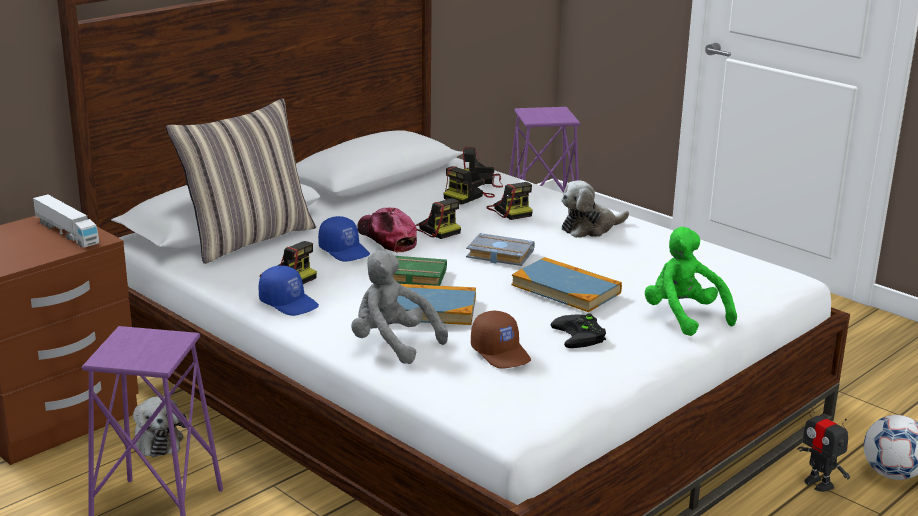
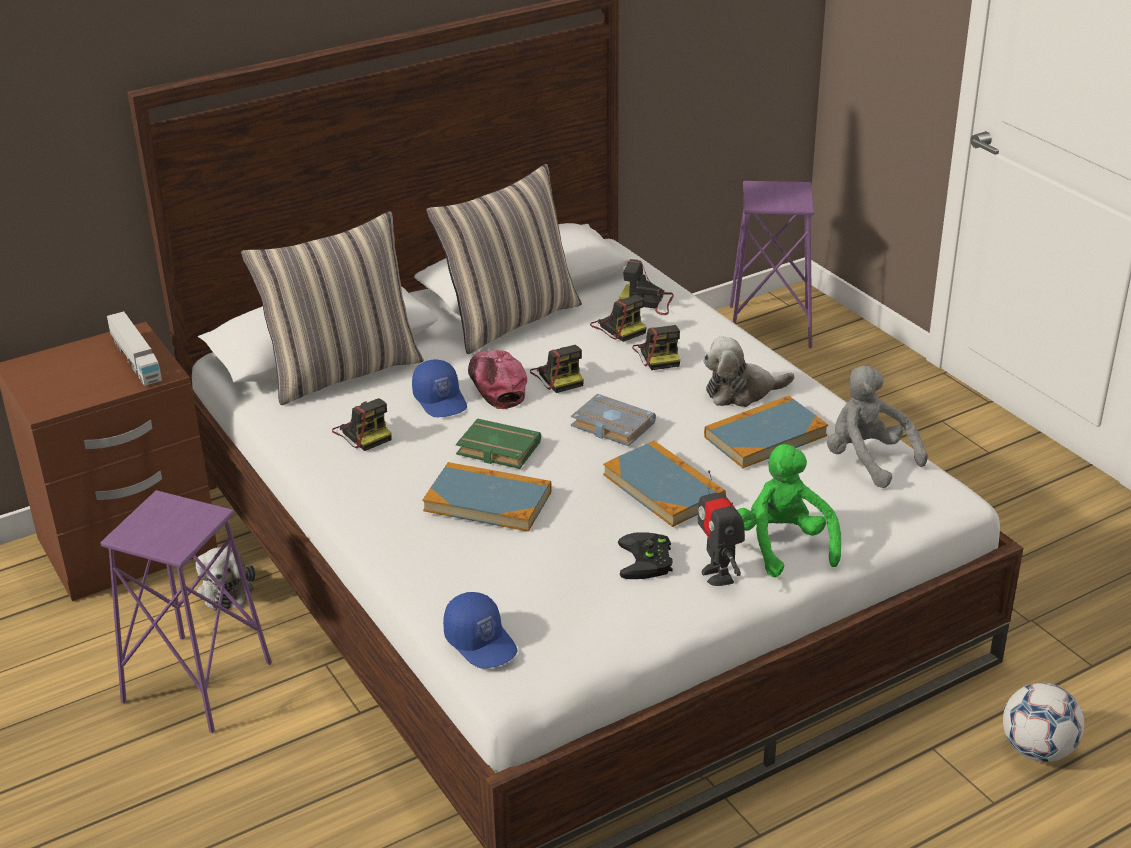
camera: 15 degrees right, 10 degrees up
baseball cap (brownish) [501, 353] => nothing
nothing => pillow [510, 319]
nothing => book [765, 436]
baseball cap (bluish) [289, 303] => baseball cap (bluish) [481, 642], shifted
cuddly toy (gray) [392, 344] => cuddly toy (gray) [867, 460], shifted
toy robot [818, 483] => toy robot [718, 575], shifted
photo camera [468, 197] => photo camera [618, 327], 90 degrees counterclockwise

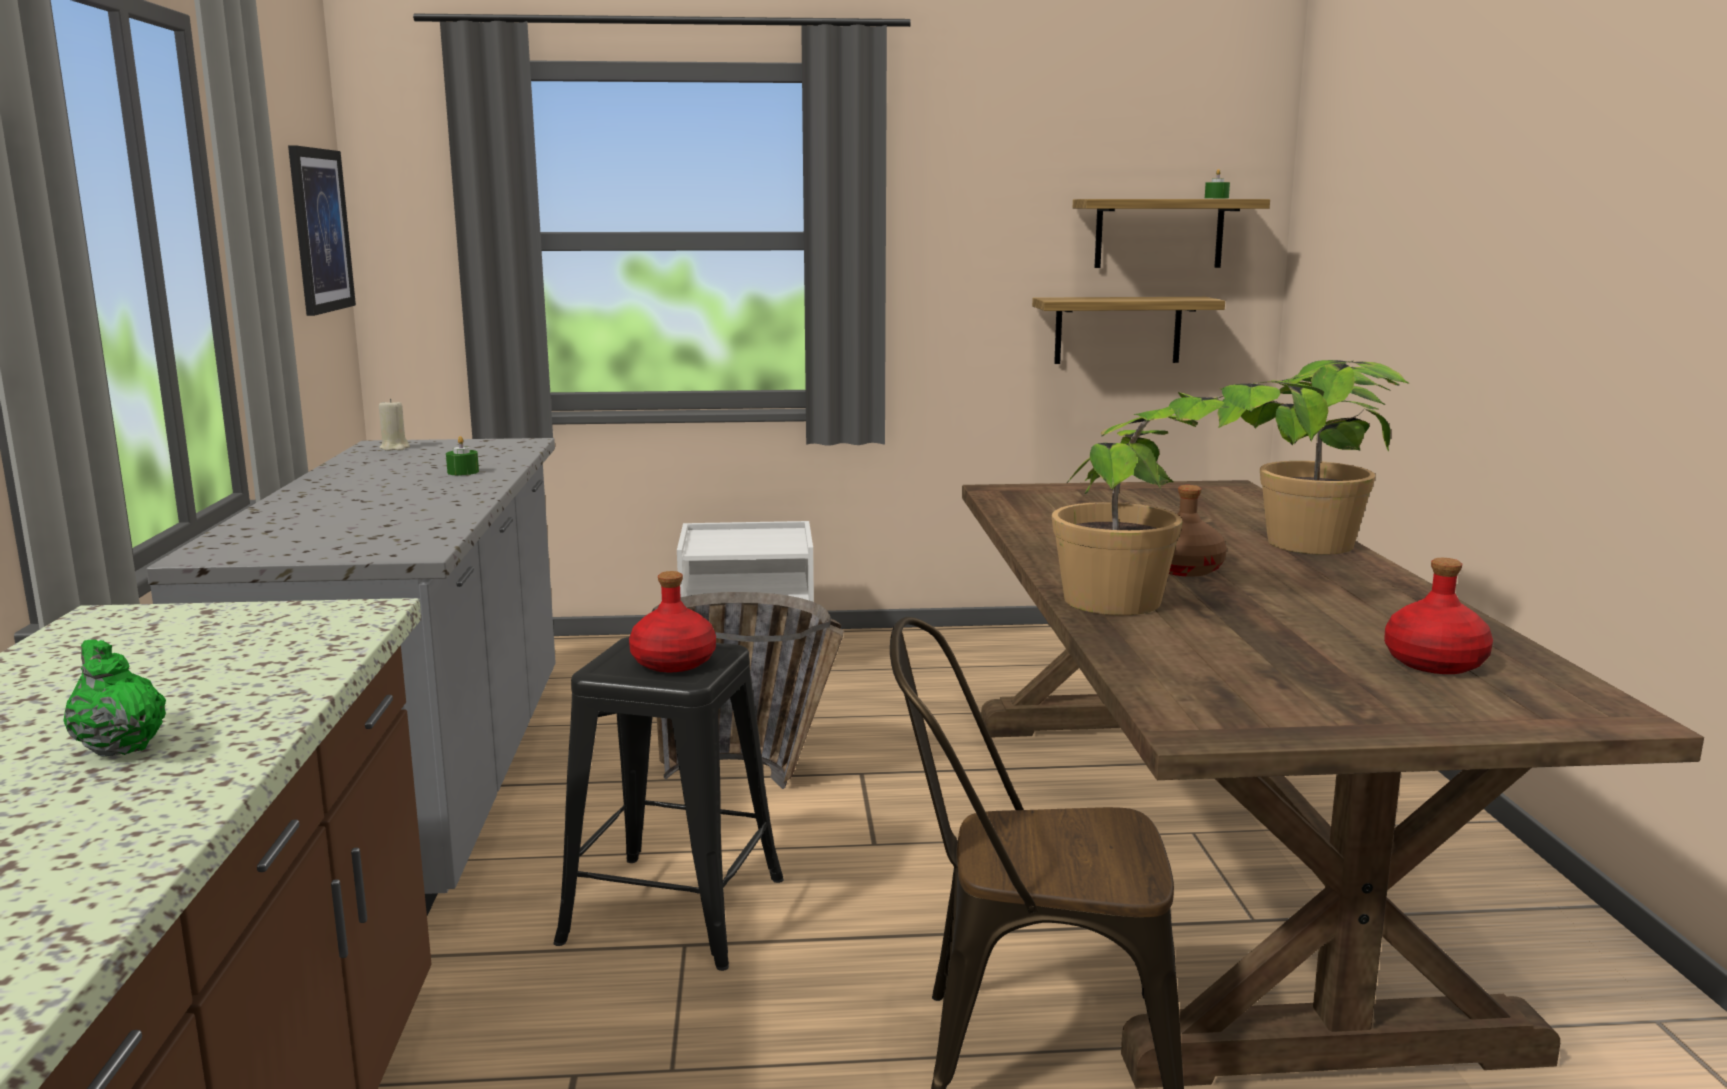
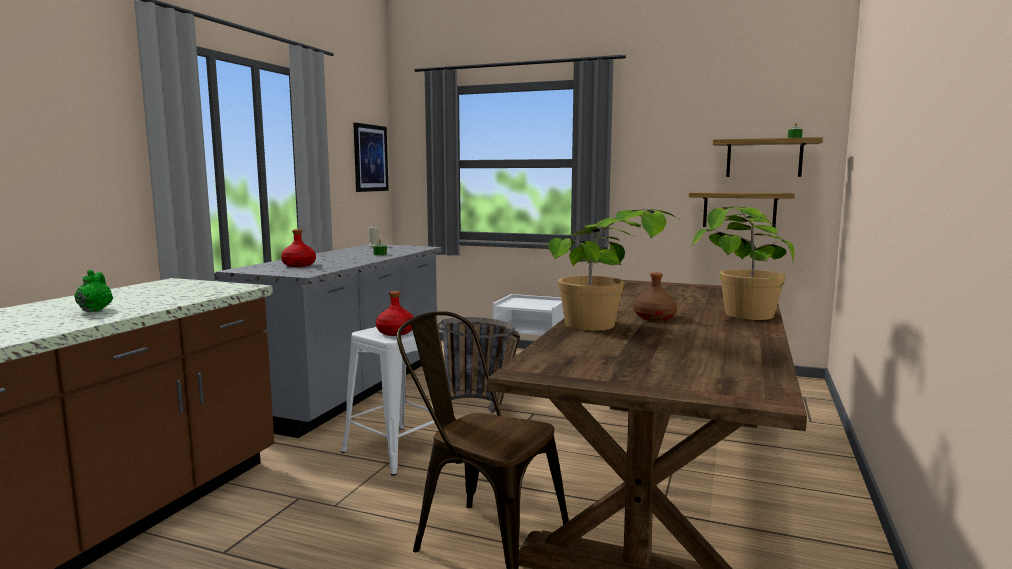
camera: 25 degrees right, 5 degrees down
drink bottle (red) [1433, 662] => drink bottle (red) [299, 265], shifted
stool (black-coloured) [673, 910] => stool (whitish) [397, 449]

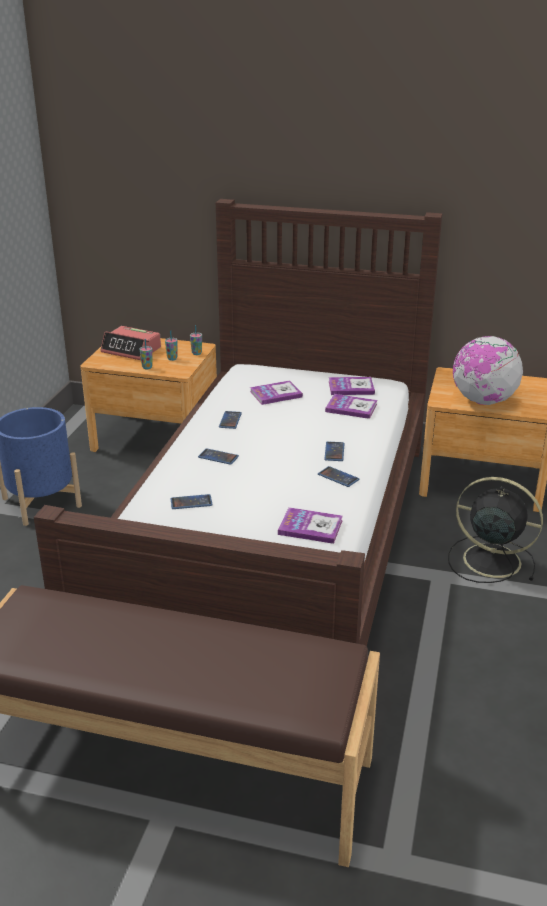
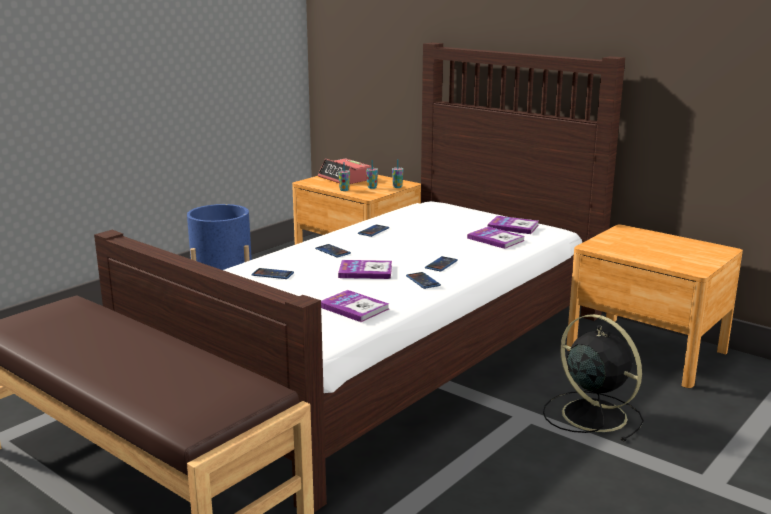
camera: 25 degrees right, 10 degrees down
globe [483, 401] => nothing
book [276, 394] => book [365, 271], shifted

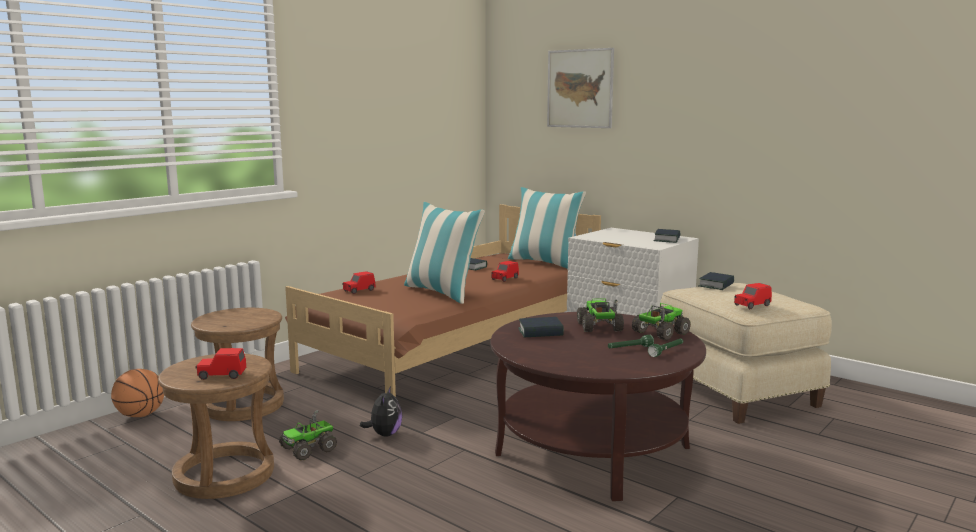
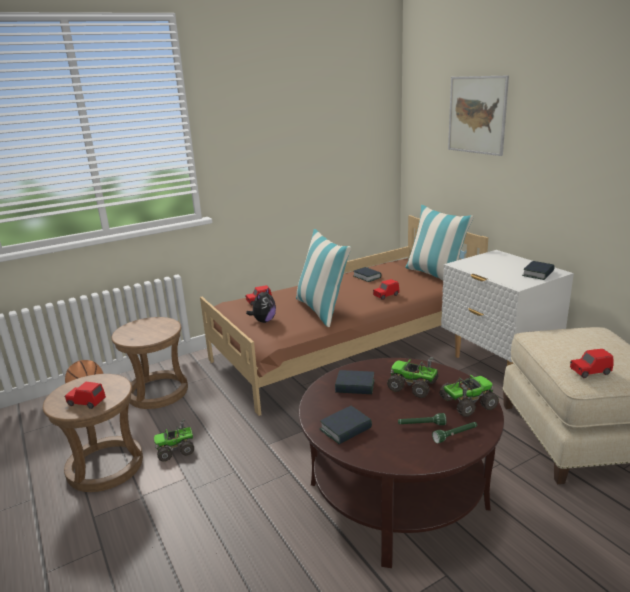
camera: 20 degrees right, 10 degrees up
cuddly toy [384, 434] => cuddly toy [264, 321], shifted
book [716, 285] => book [346, 429], shifted
model truck [599, 327] => model truck [413, 386], 75 degrees counterclockwise

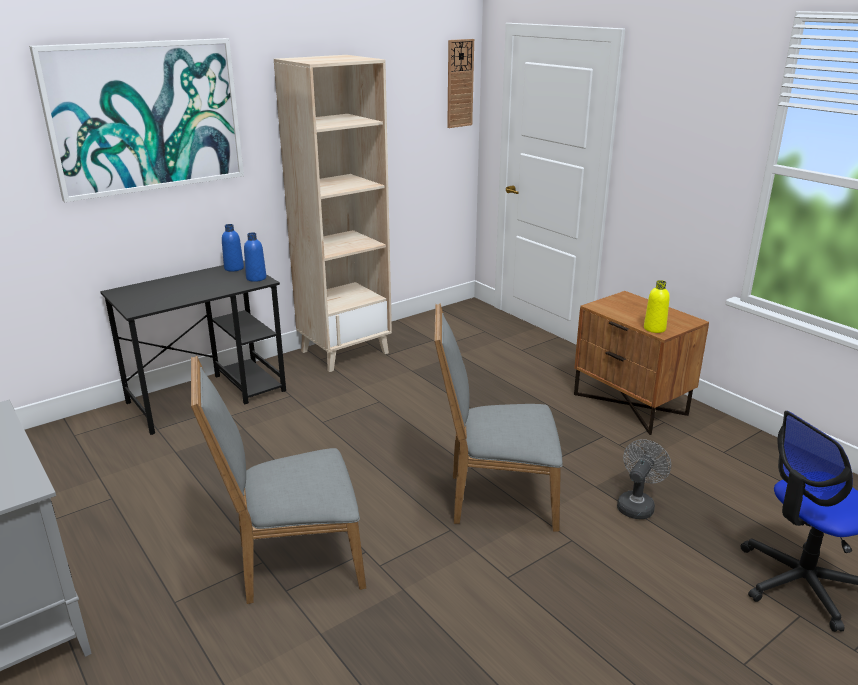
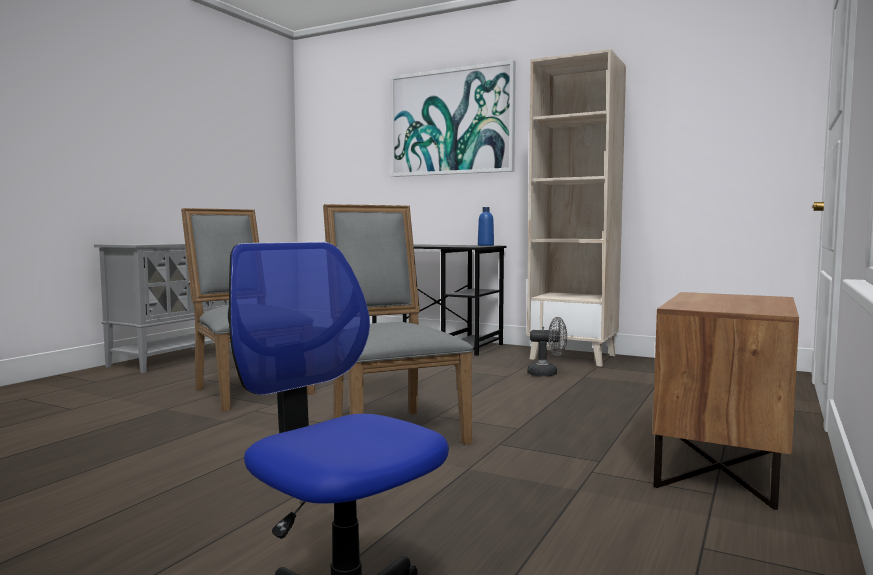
camera: 65 degrees right, 20 degrees down
drink bottle (bluish) [256, 278] => nothing
clock on the wall [459, 83] => nothing
drink bottle (yellow) [654, 329] => nothing
fan (gray) [637, 505] => fan (gray) [547, 373], shifted

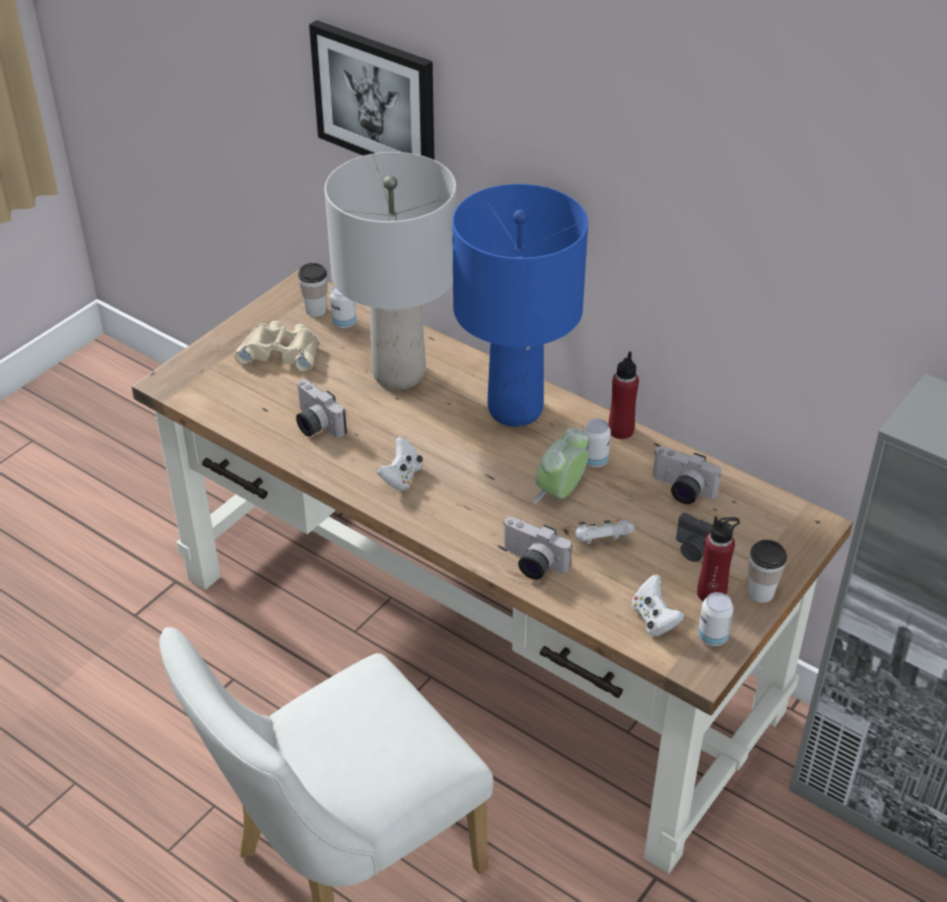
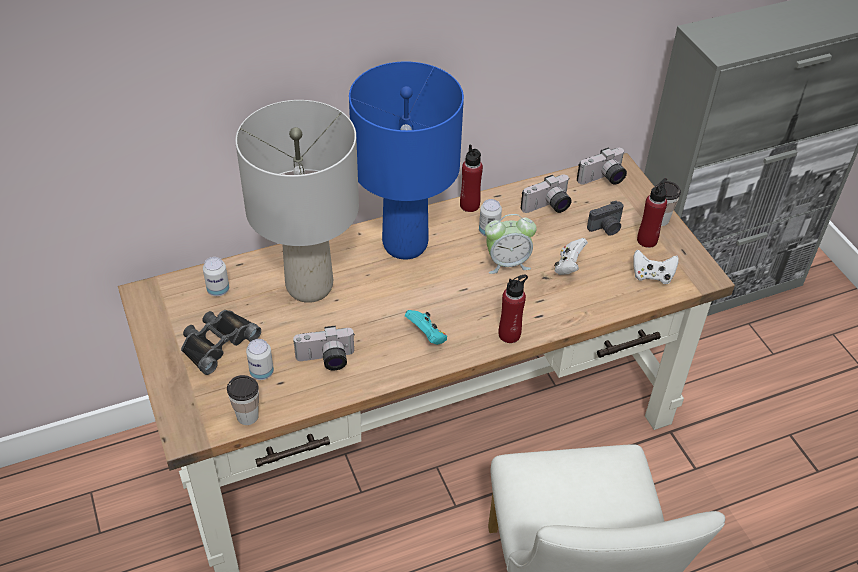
camera: 60 degrees left, 5 degrees up
picture [376, 98] => nothing
nothing => drink bottle (red) [509, 334]
small cup [315, 310] => small cup [247, 416], shifted
photo camera [531, 564] => photo camera [603, 179], shifted
can [712, 637] => can [262, 372], shifted
field glasses (beige-coloured) [281, 351] => field glasses (black-coloured) [217, 343]
game controller (whitish) [401, 477] => game controller (turquoise) [427, 336]
table clock [560, 493] => table clock [507, 262], 75 degrees counterclockwise

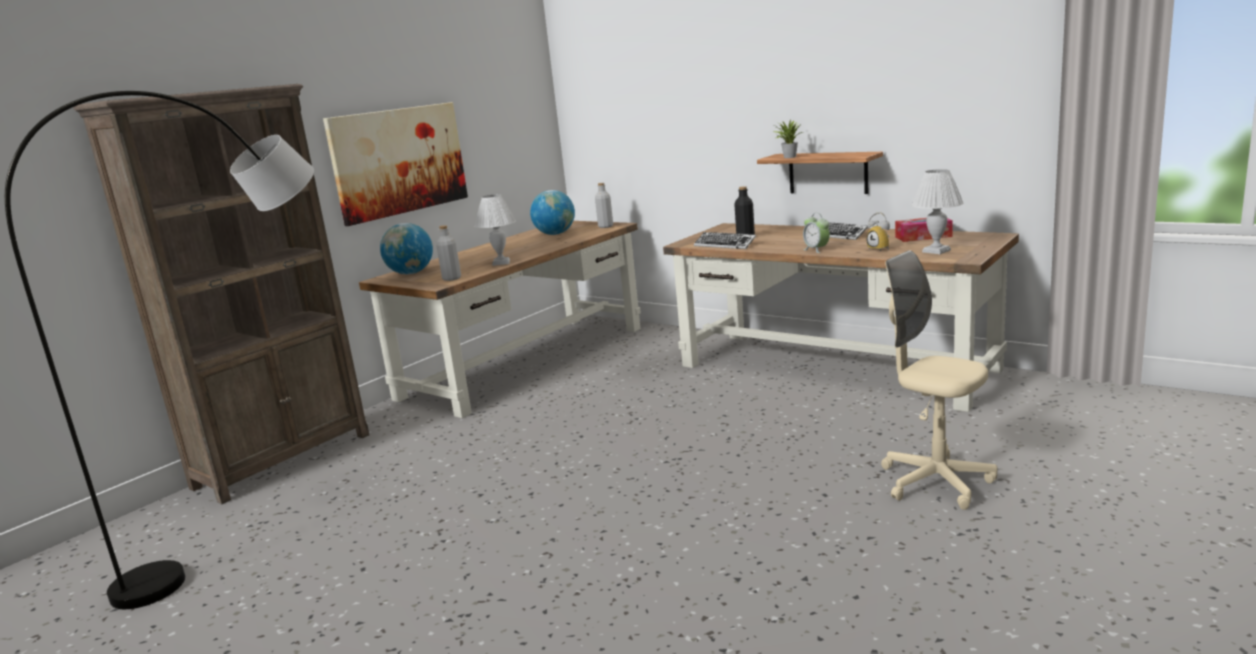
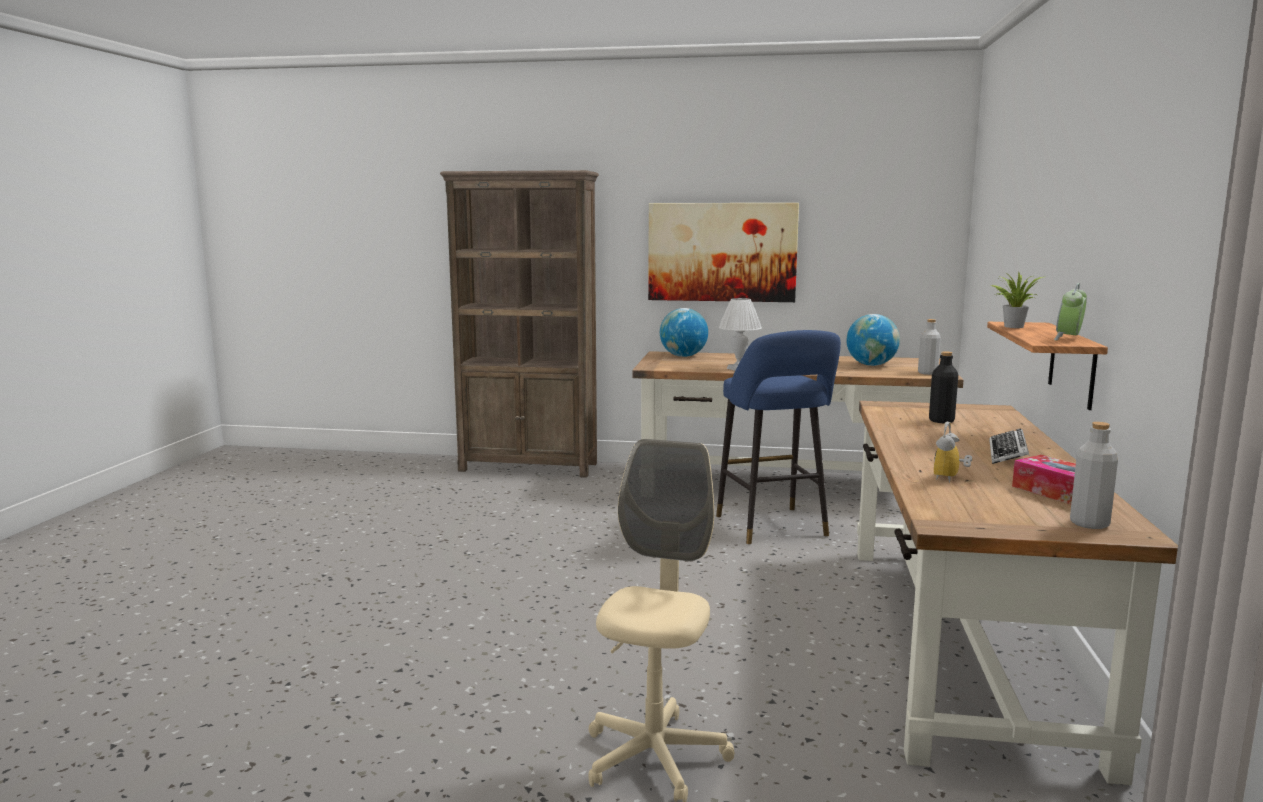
camera: 60 degrees right, 5 degrees down
floor lamp (gray) [265, 527] => nothing
keyboard [724, 245] => nothing
lamp for a table (whitish) [936, 251] => nothing
nothing => stool (bluish) [774, 528]
drink bottle (gray) [451, 278] => drink bottle (gray) [1089, 523], shifted
table clock [816, 250] => table clock [1068, 338], shifted

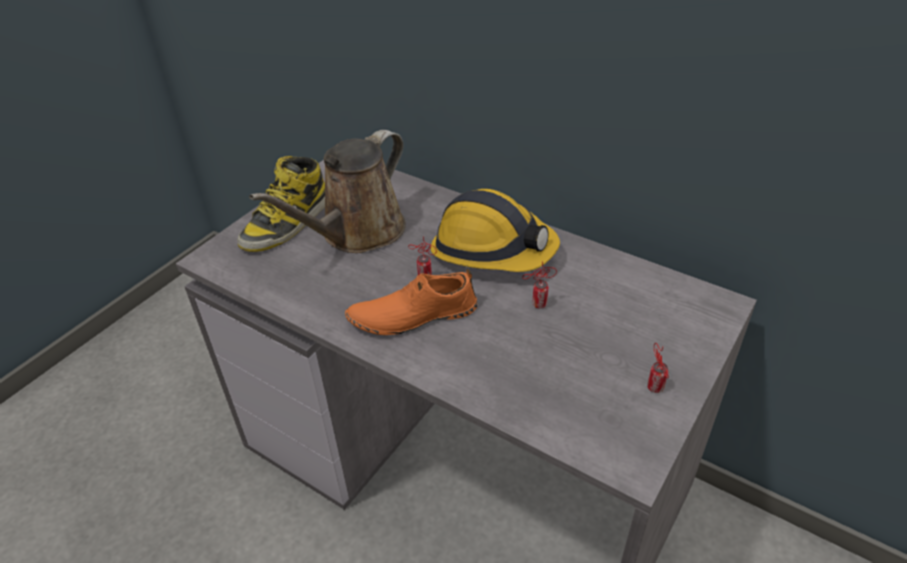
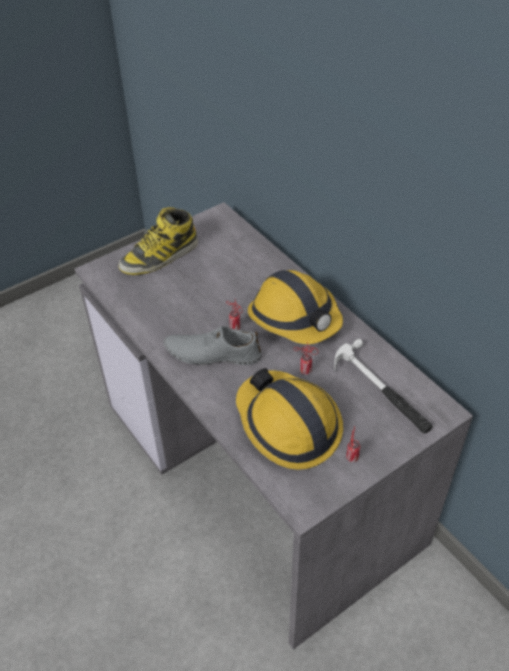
camera: 20 degrees right, 5 degrees up
watering pot (brownish) [357, 232] => nothing
nothing => safety helmet [287, 425]
nothing => hand hammer [381, 390]
shoe (orange-coloured) [412, 315] => shoe (gray) [213, 353]

